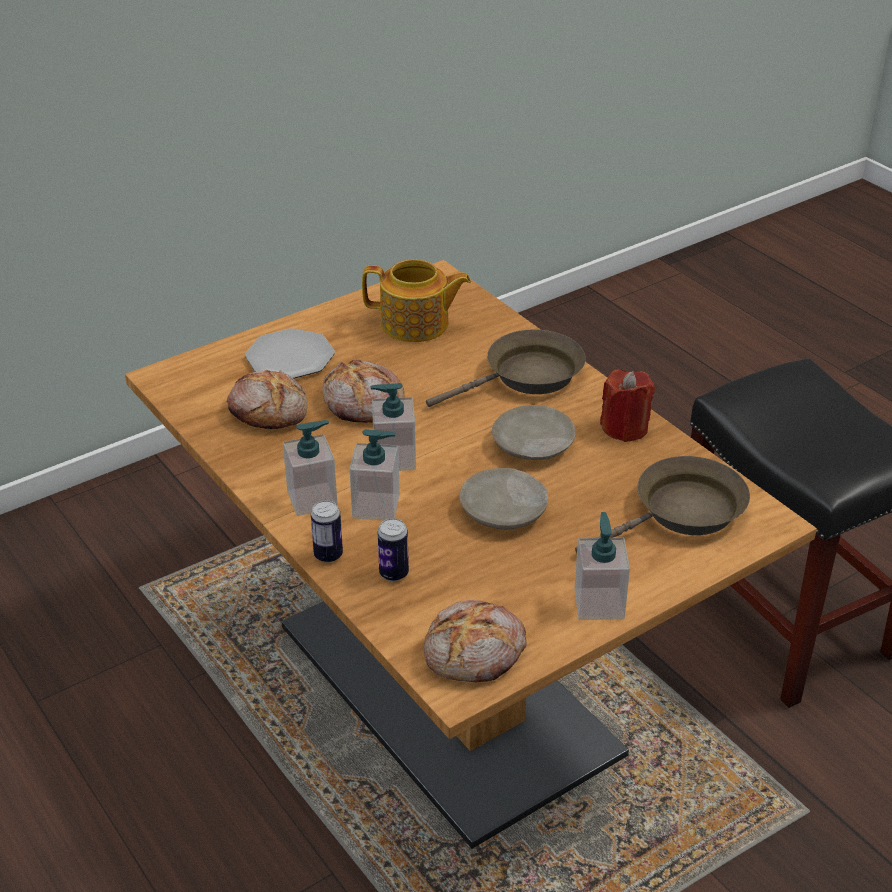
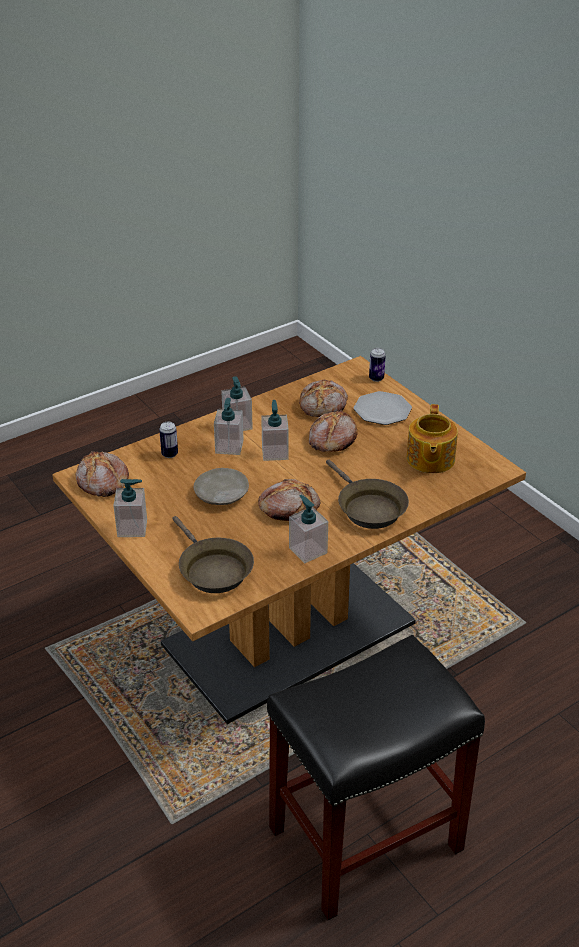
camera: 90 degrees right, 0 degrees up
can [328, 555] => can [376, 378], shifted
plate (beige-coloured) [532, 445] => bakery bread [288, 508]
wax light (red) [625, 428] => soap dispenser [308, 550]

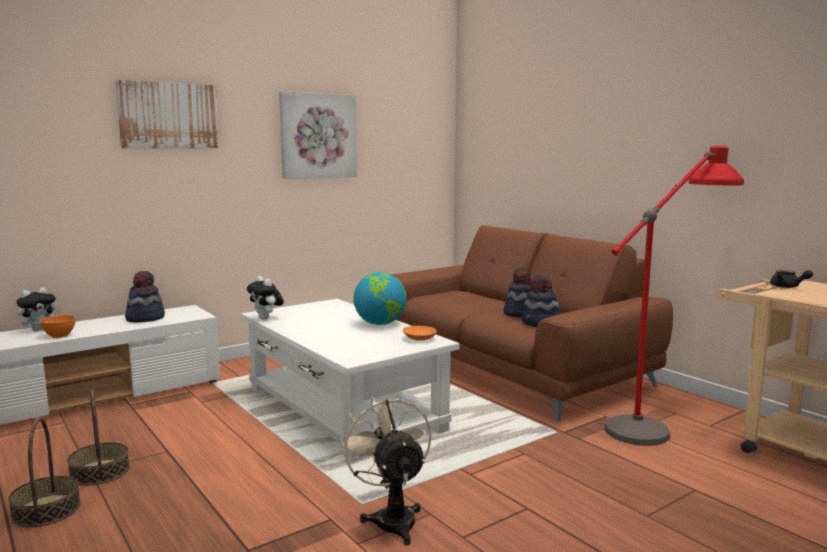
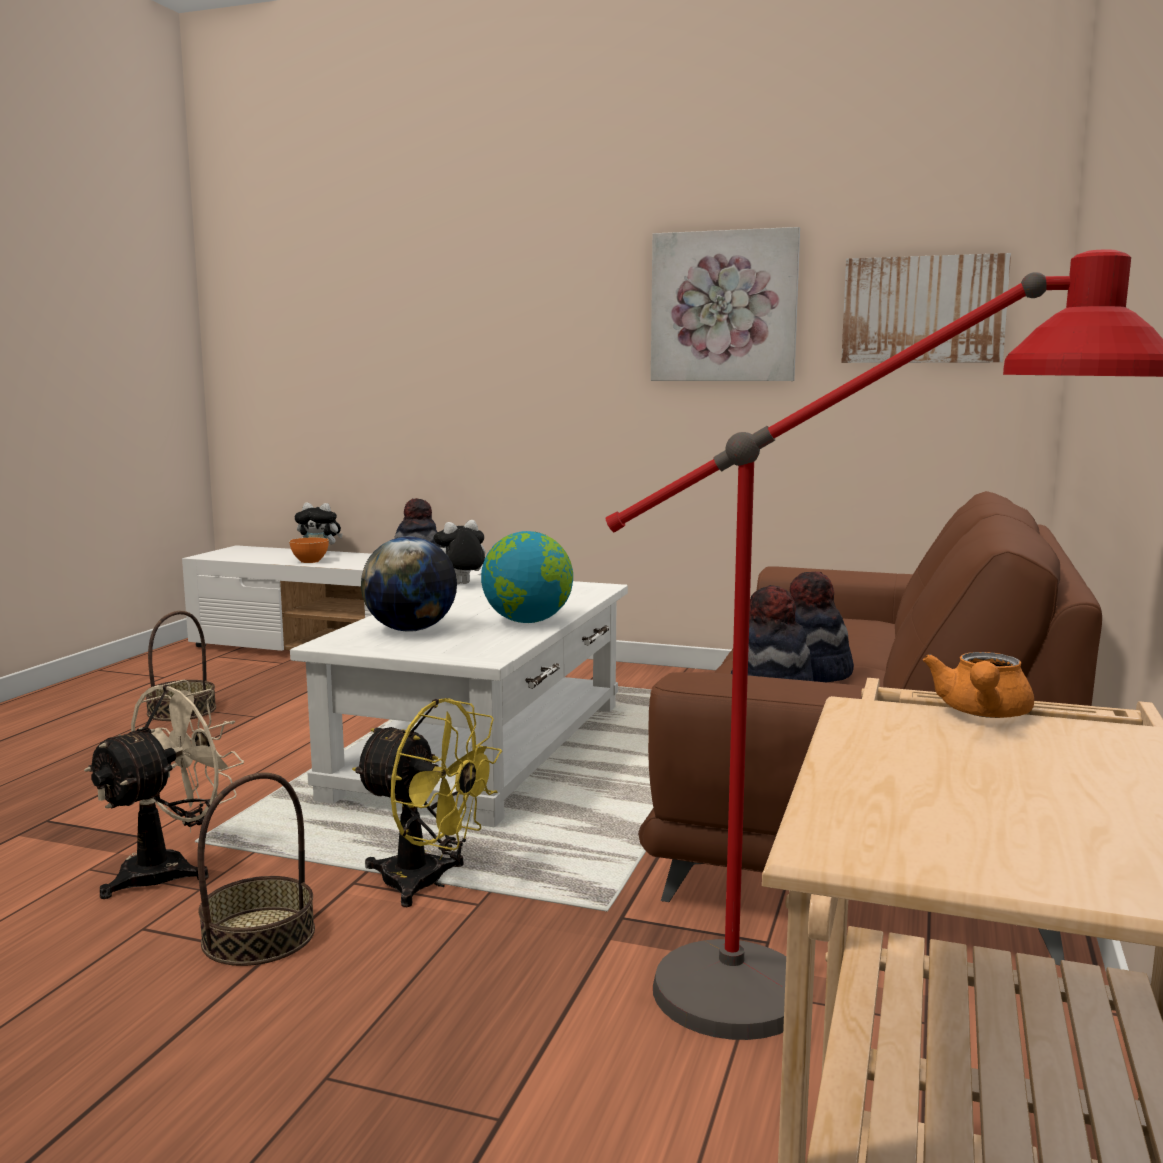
camera: 55 degrees right, 0 degrees up
bowl (orange-coloured) [420, 338] => nothing
nothing => fan (yellow) [427, 883]
nothing => globe [411, 630]
storage basket [46, 510] => storage basket [258, 936], shifted
picture [169, 115] => picture [923, 310], shifted
tea pot (black-coloured) [788, 287] => tea pot (orange-coloured) [981, 713]
cuddly toy [266, 318] => cuddly toy [460, 585], 45 degrees clockwise

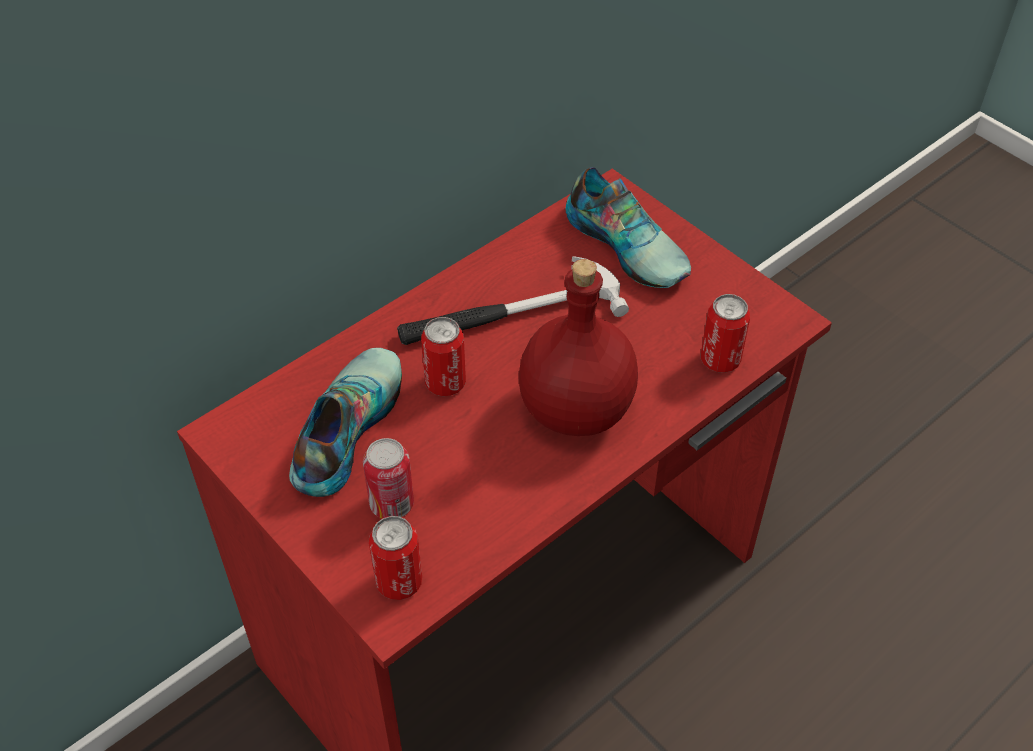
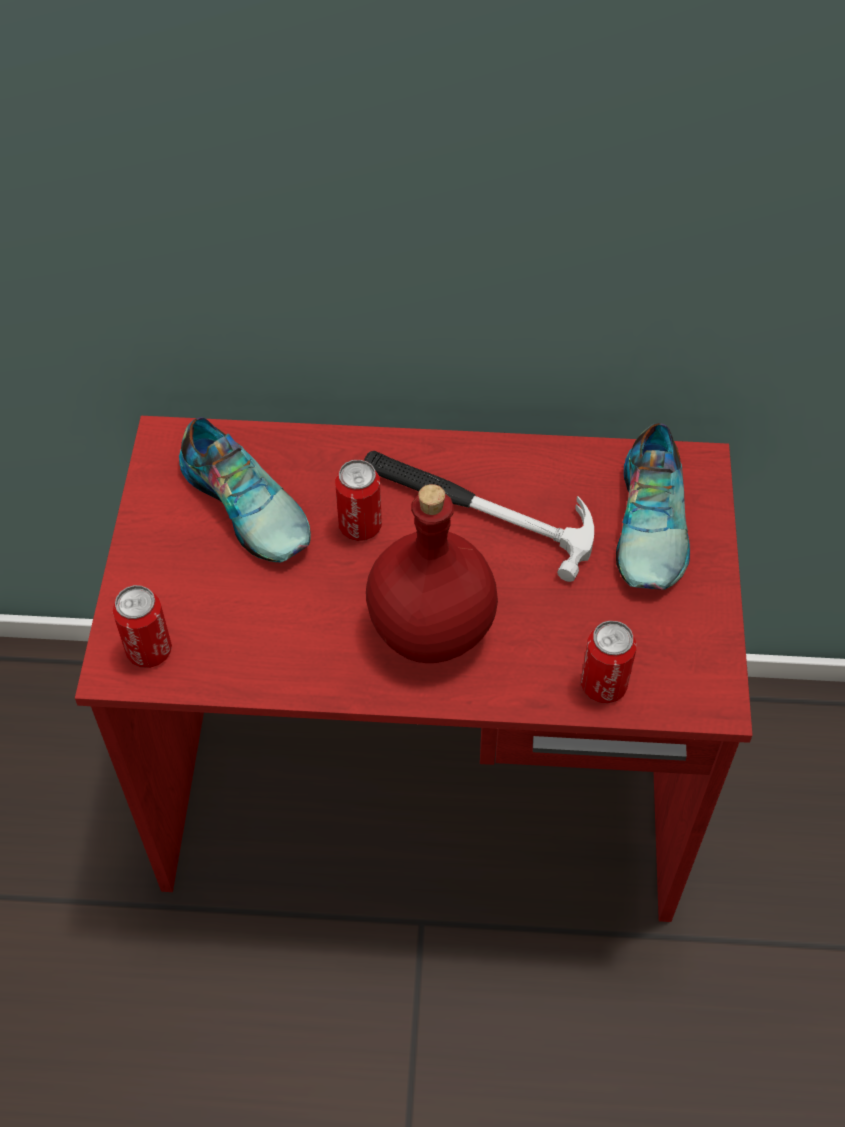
camera: 45 degrees right, 5 degrees up
can [392, 504] => nothing
shoe [344, 428] => shoe [248, 503], 75 degrees clockwise

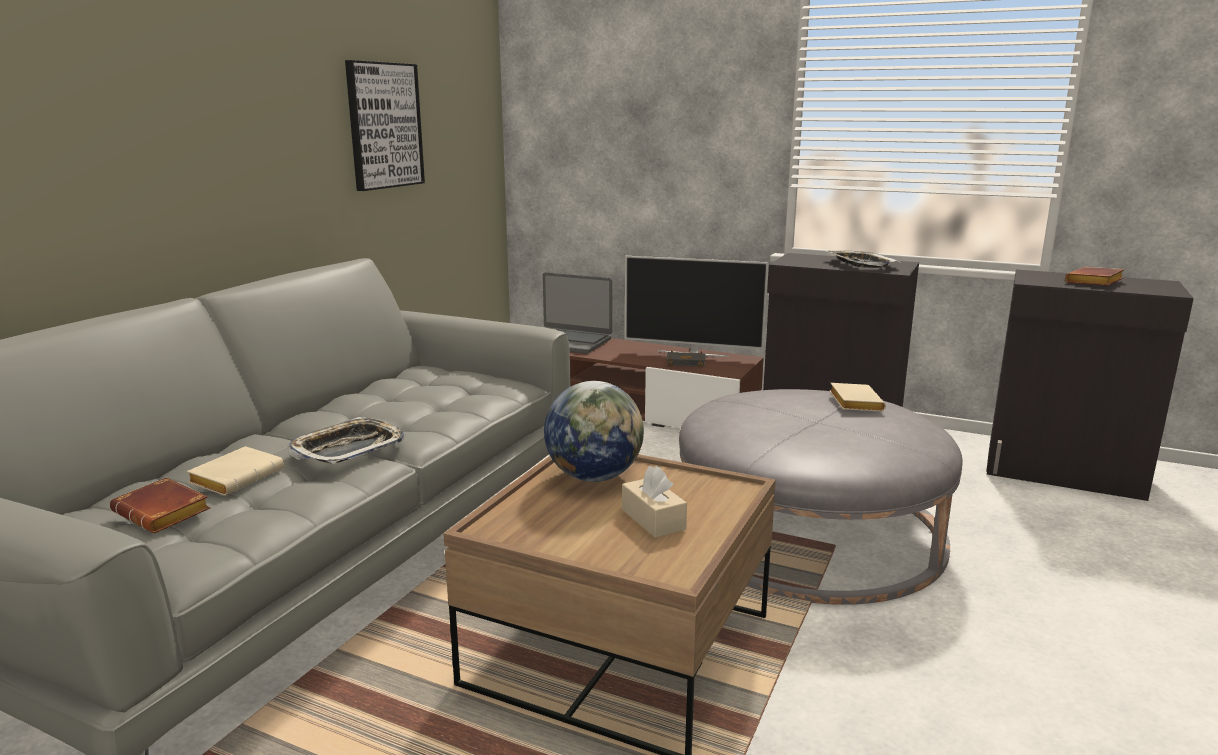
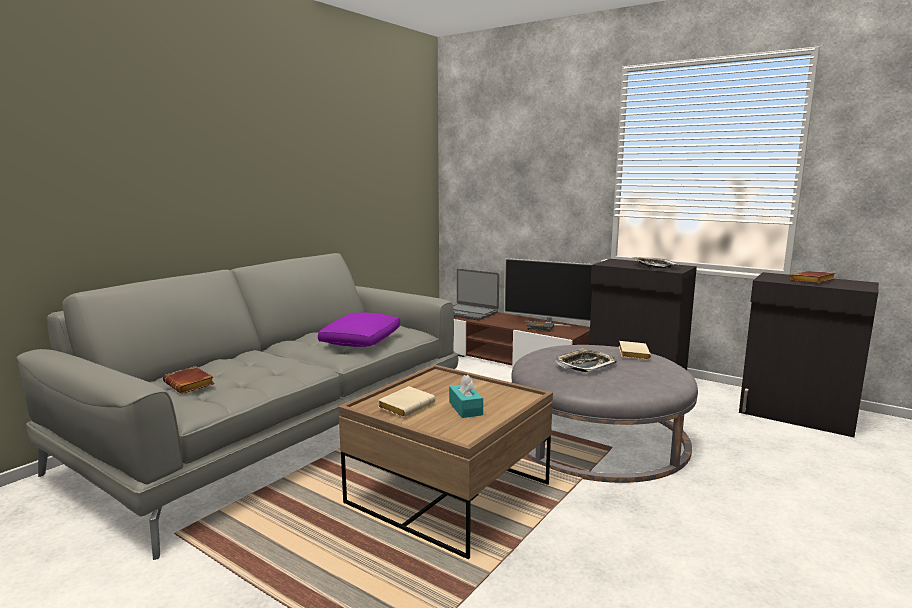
camera: 10 degrees right, 5 degrees down
picture [384, 125] => nothing
globe [594, 477] => nothing
nothing => pillow (purple-coloured) [361, 341]
book (beige-coloured) [237, 477] => book (beige-coloured) [406, 406], shifted
carrying tray [348, 449] => carrying tray [585, 365], shifted
box of tissues (beige-coloured) [653, 519] => box of tissues (turquoise) [465, 408]

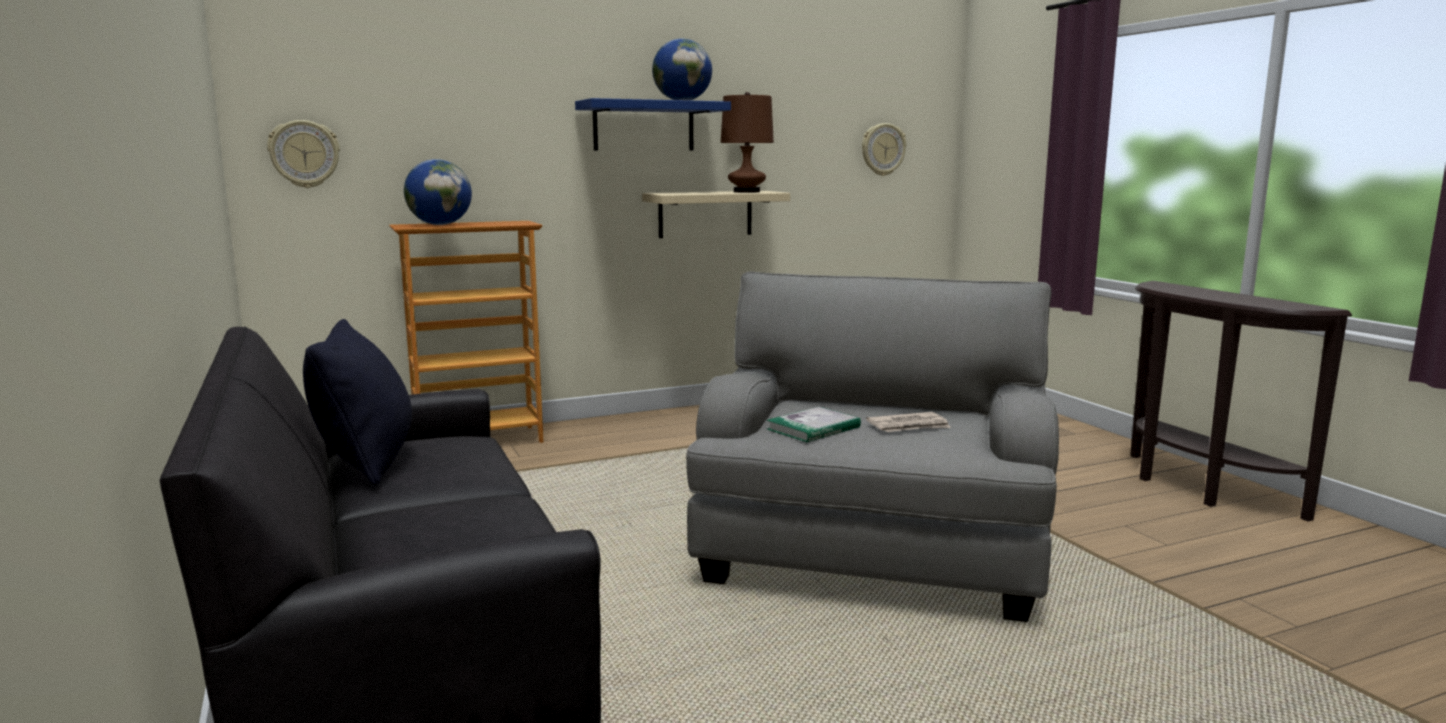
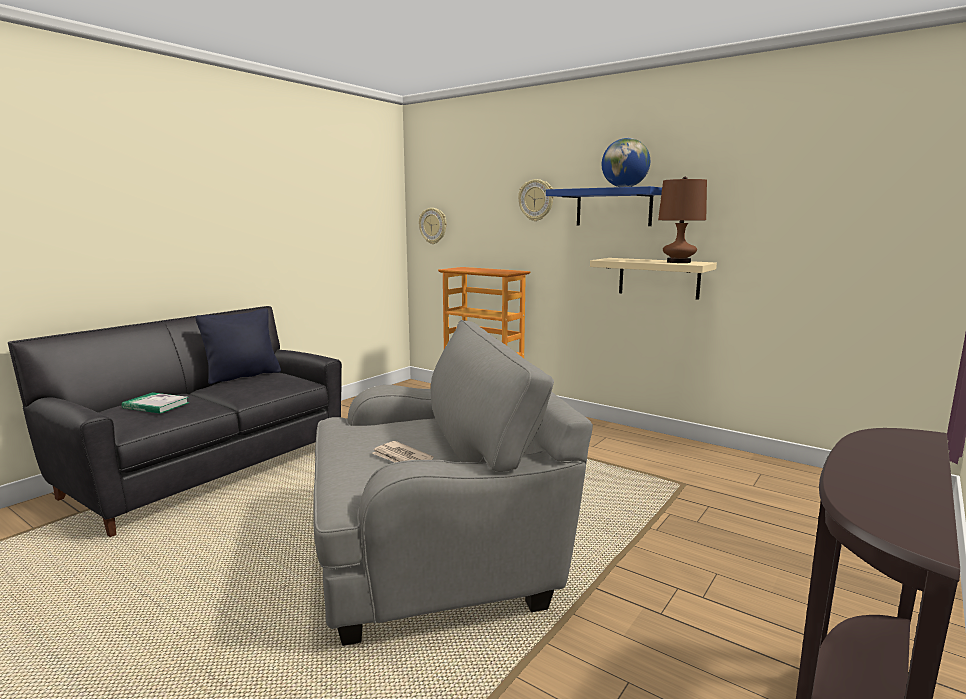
camera: 60 degrees right, 0 degrees up
globe [440, 225] => nothing
book [813, 428] => book [156, 405], shifted
clock on the wall [882, 149] => clock on the wall [536, 200], shifted

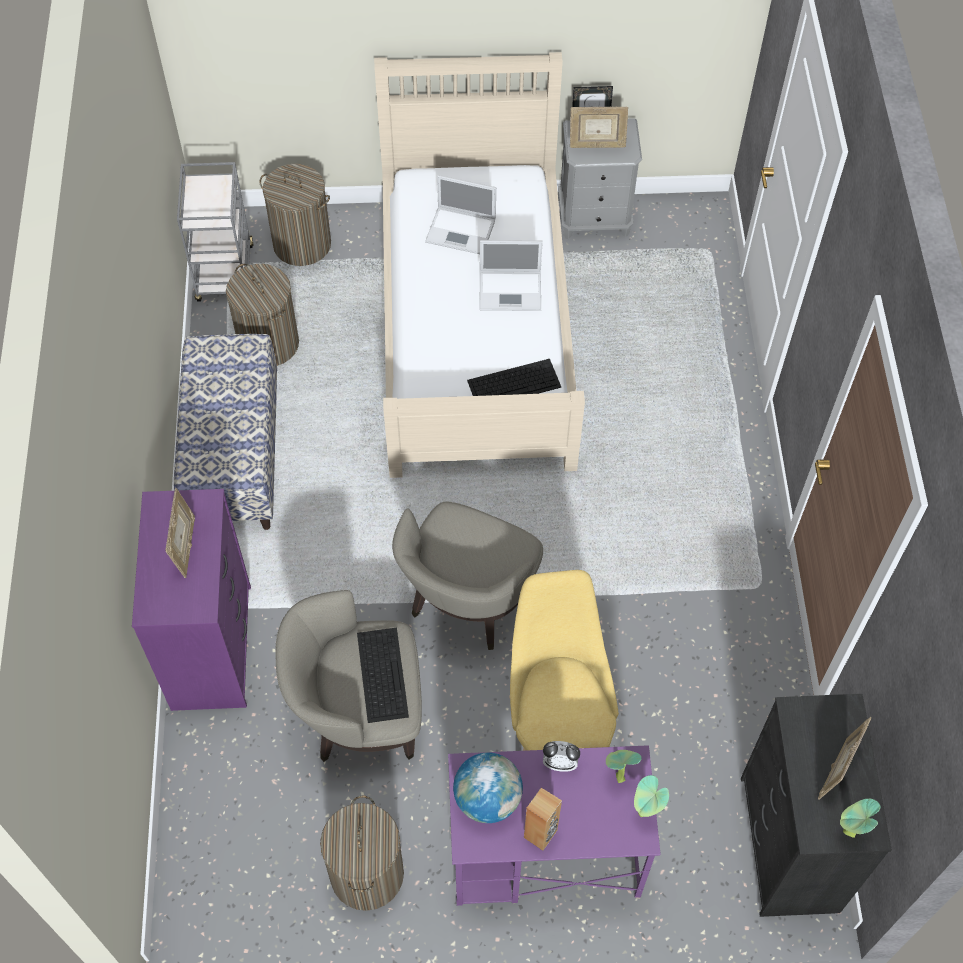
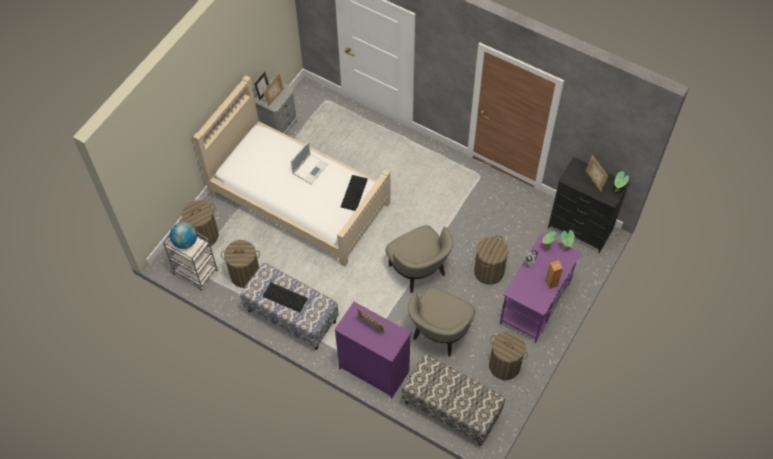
camera: 55 degrees left, 0 degrees up
portable computer [462, 231] => nothing
nothing => bench [451, 409]
keyboard [381, 673] => keyboard [284, 297], shifted
globe [487, 799] => globe [185, 242], shifted
plain chair (yellow) [556, 724] => hamper [489, 271]

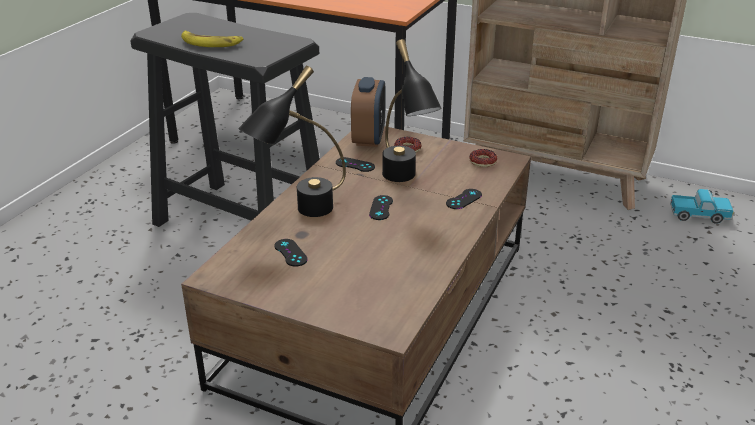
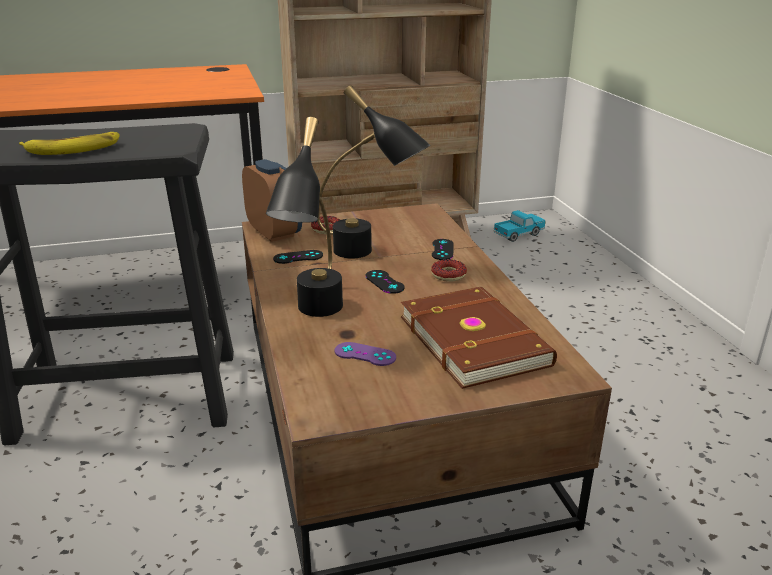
camera: 40 degrees left, 5 degrees down
nothing => book (brownish) [475, 339]
ring doughnut [482, 161] => ring doughnut [448, 275], shifted
game controller (black-coloured) [290, 253] => game controller (purple-coloured) [365, 354]

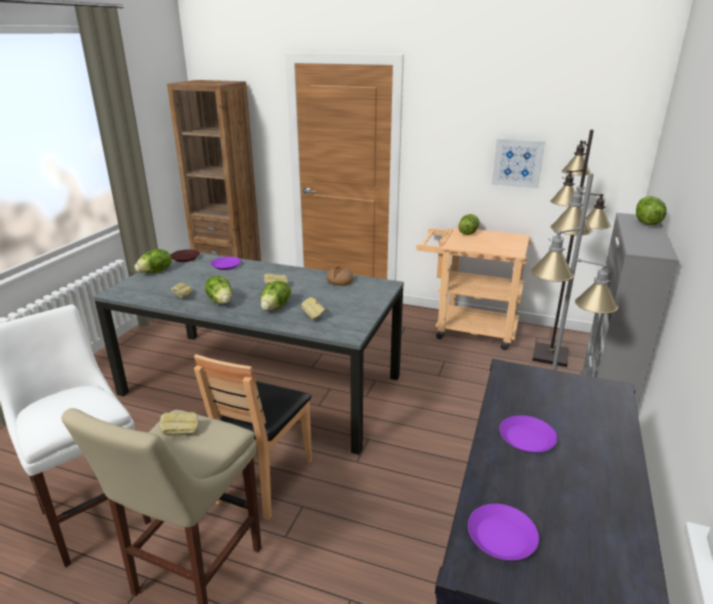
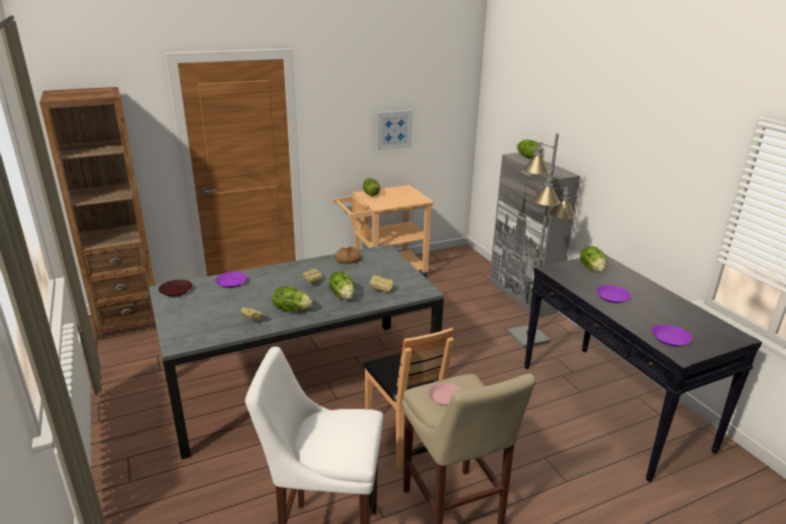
camera: 45 degrees left, 0 degrees up
floor lamp (black-coloured) [550, 355] => nothing
lettuce [156, 271] => lettuce [592, 268], shifted
bakery bread [180, 433] => plate (pinkish) [445, 396]

